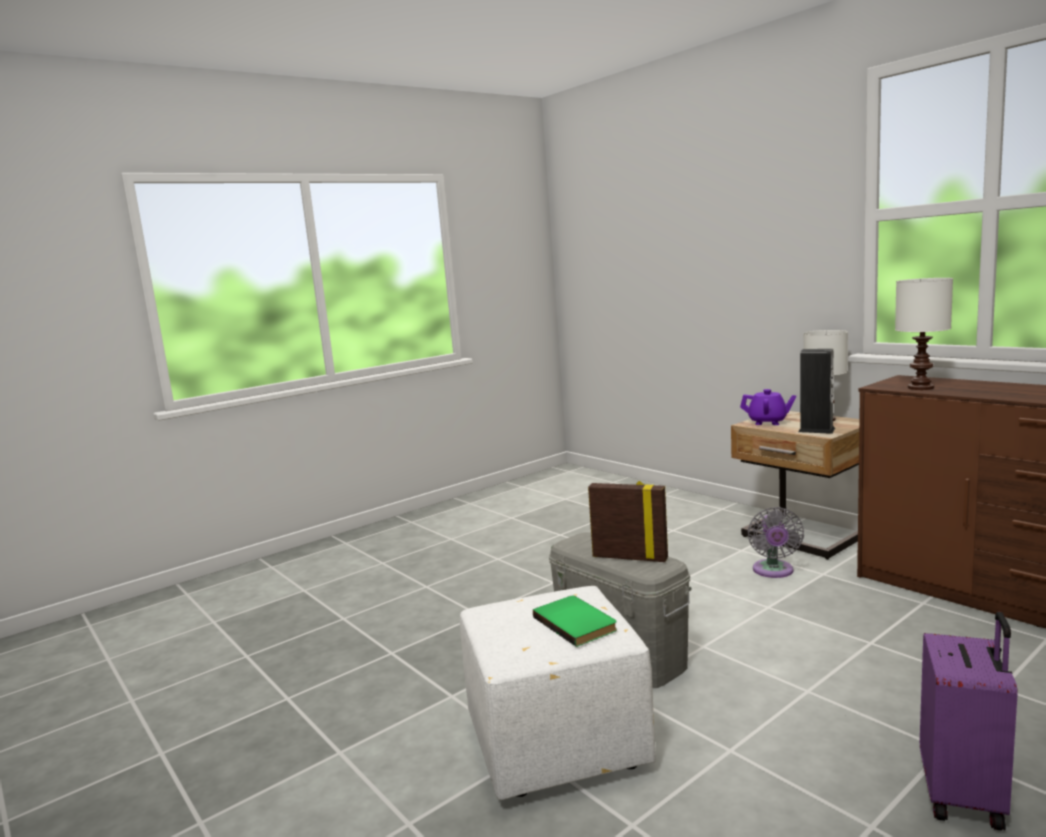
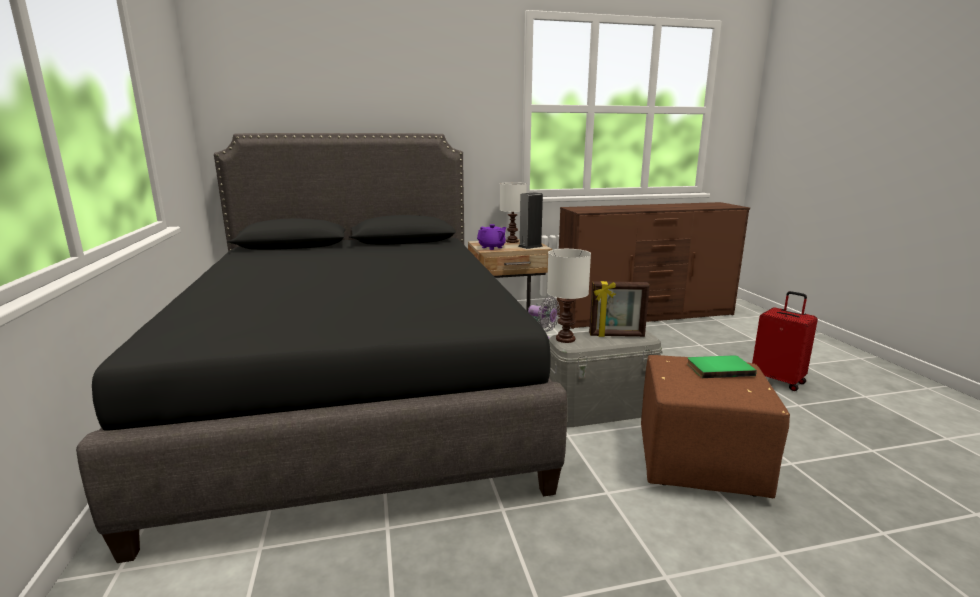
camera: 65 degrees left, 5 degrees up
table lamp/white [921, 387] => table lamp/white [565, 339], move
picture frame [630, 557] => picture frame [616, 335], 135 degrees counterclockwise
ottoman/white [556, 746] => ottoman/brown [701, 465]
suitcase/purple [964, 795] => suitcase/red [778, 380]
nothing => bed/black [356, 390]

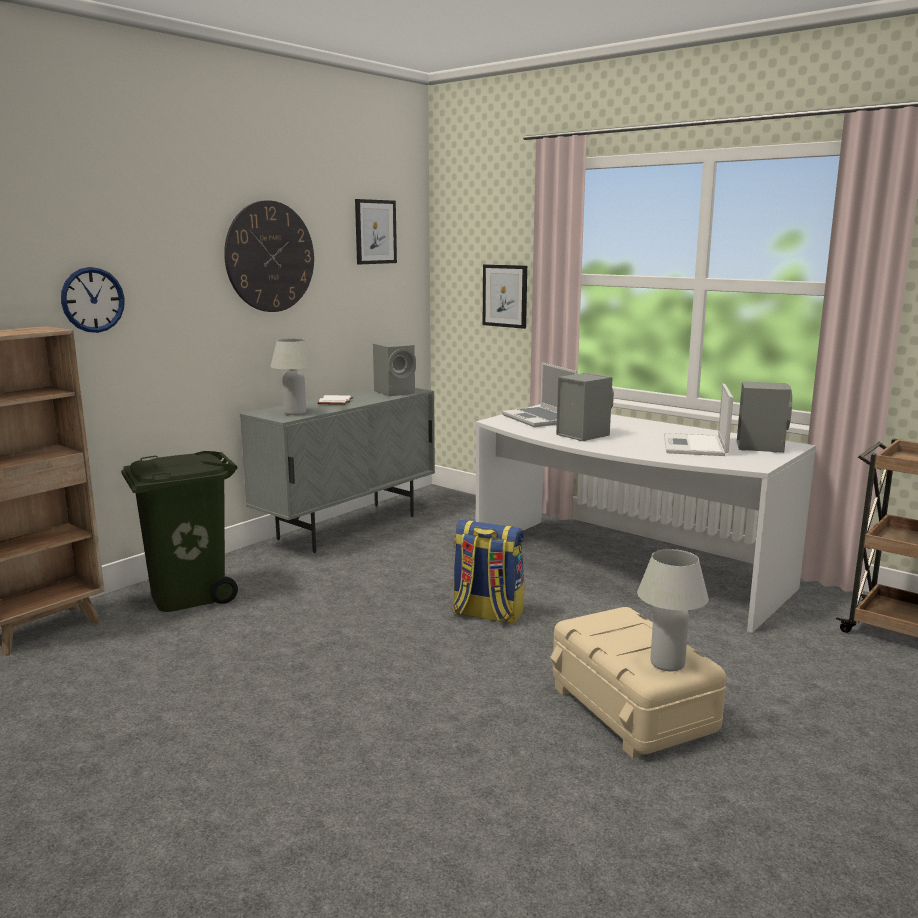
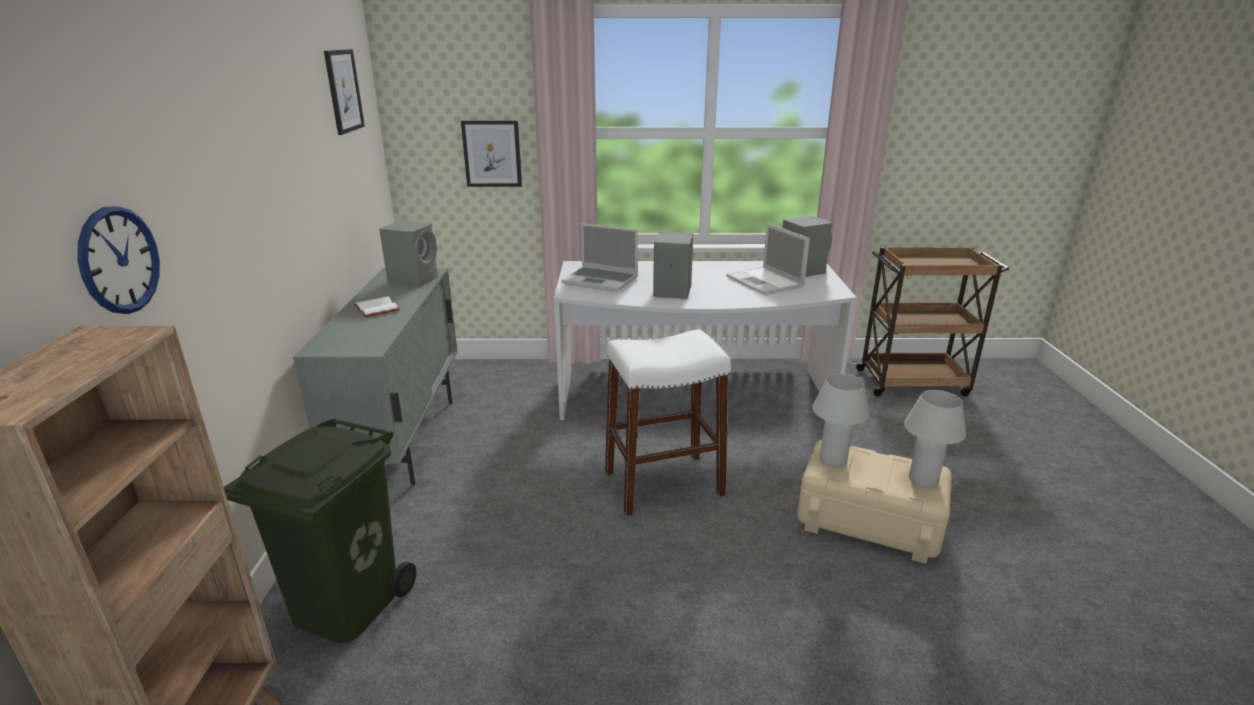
camera: 40 degrees left, 10 degrees up
wall clock [270, 257] => nothing
table lamp/white [295, 413] => table lamp/white [833, 461], move
backpack [487, 614] => stool/white [663, 483]

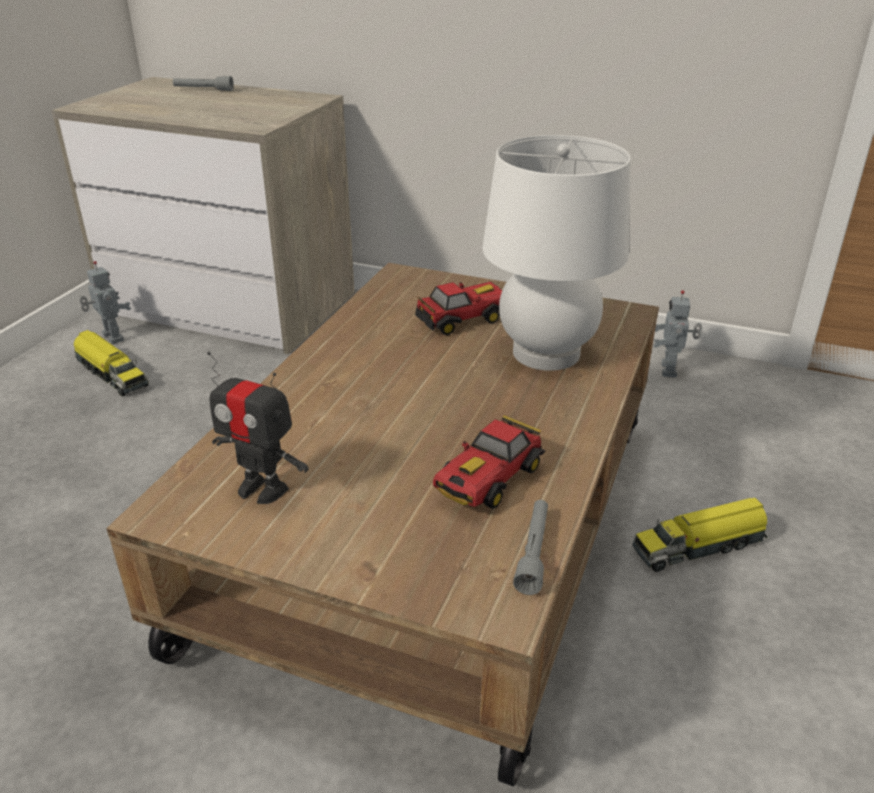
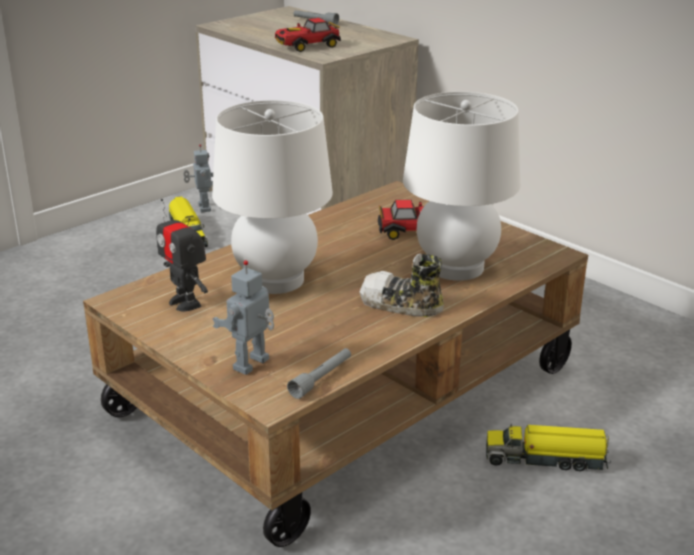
camera: 25 degrees right, 5 degrees down
toy robot [670, 370] => toy robot [253, 365], move
toy car [488, 480] => toy car [307, 46], move
nothing => table lamp/white [275, 280]
nothing => shoe [401, 304]

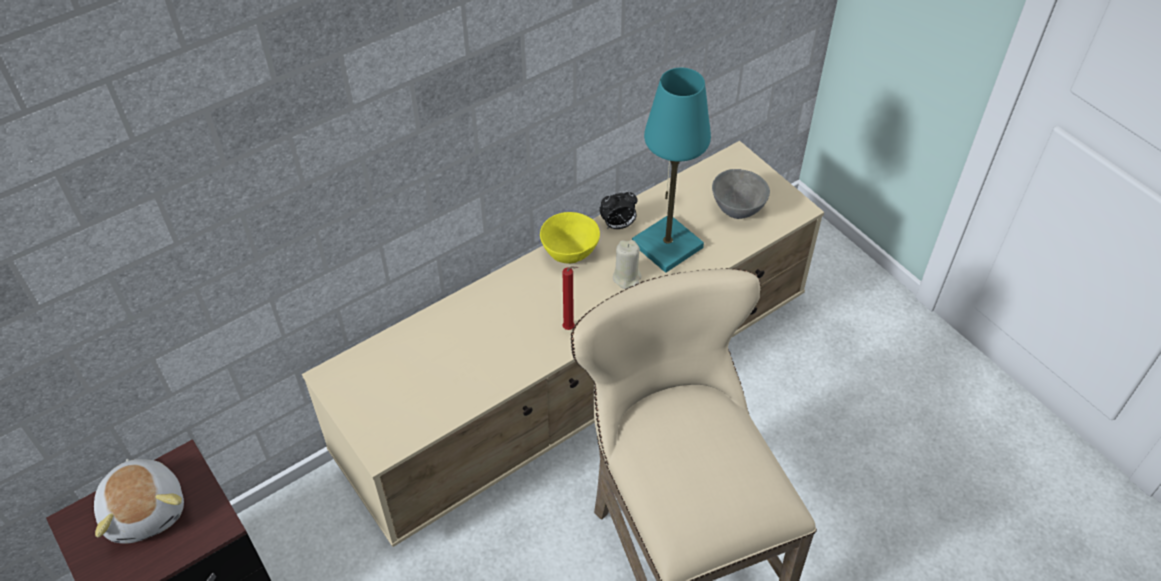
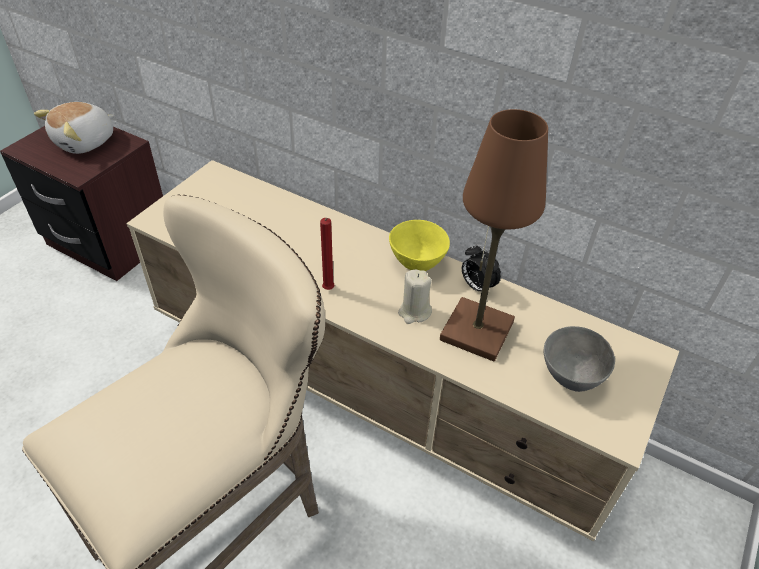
camera: 65 degrees right, 5 degrees down
table lamp/turquoise [667, 246] => table lamp/brown [476, 331]

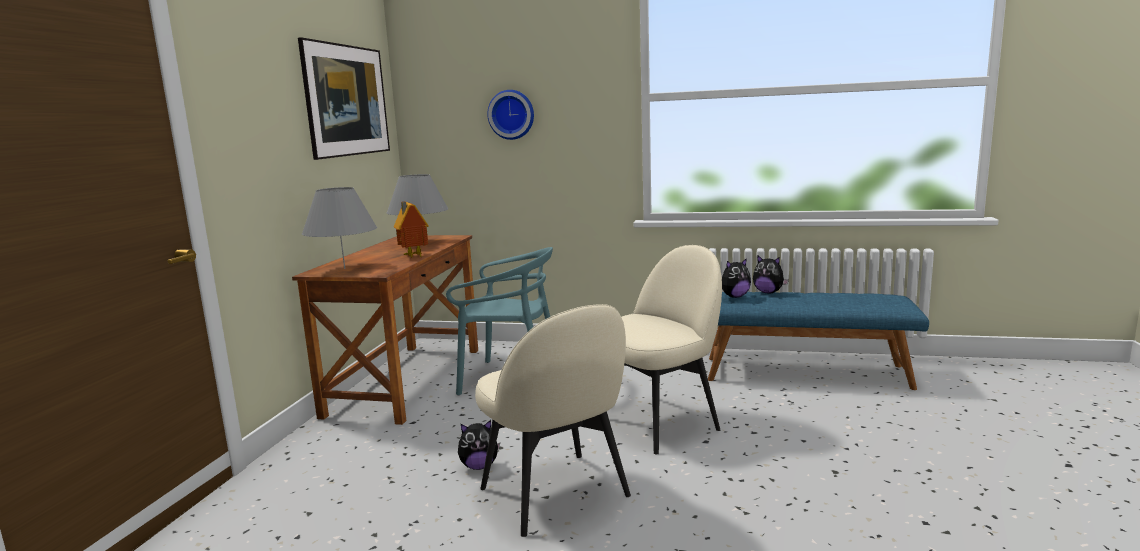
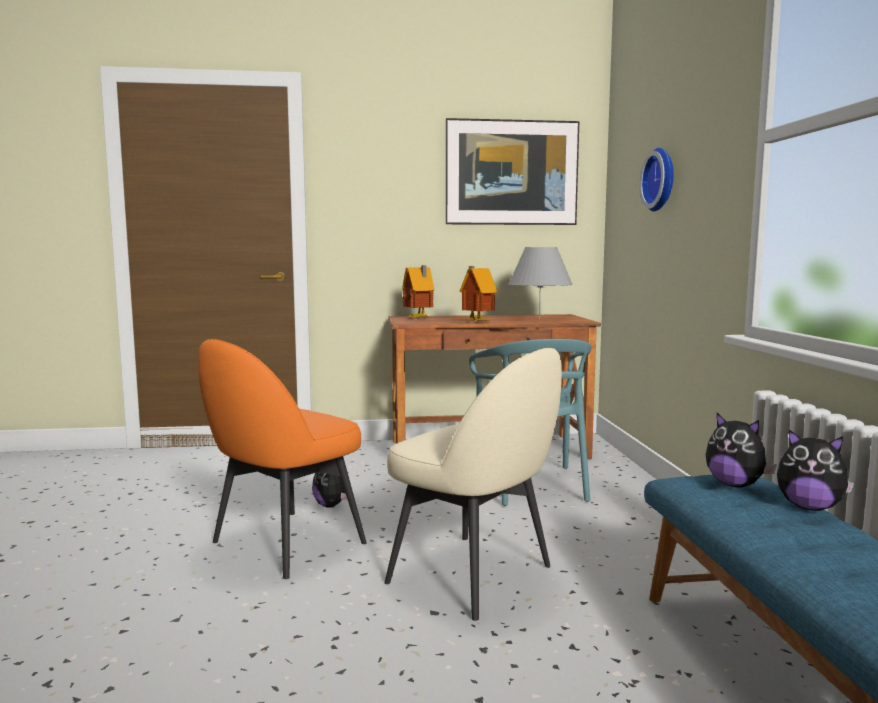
camera: 70 degrees right, 5 degrees down
table lamp/grey [344, 268] => toy house [419, 318]
plush toy [768, 292] => plush toy [809, 507], 75 degrees counterclockwise
chair/beige [556, 494] => chair/orange [285, 544]

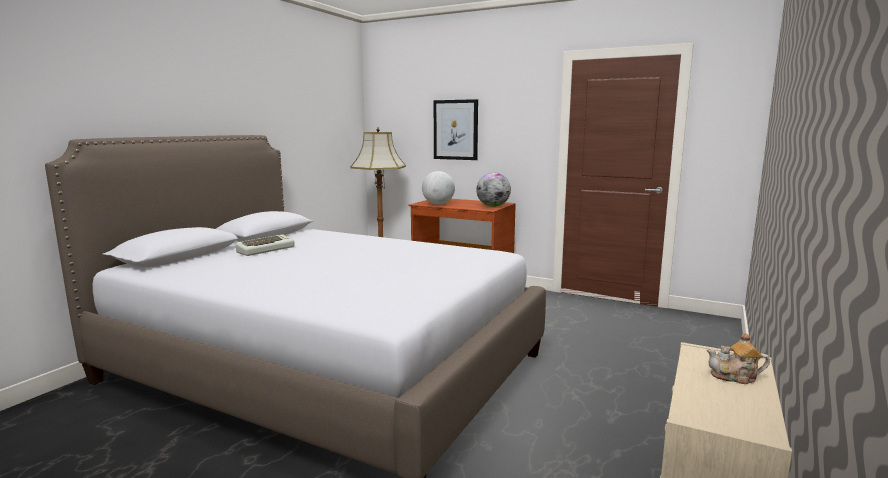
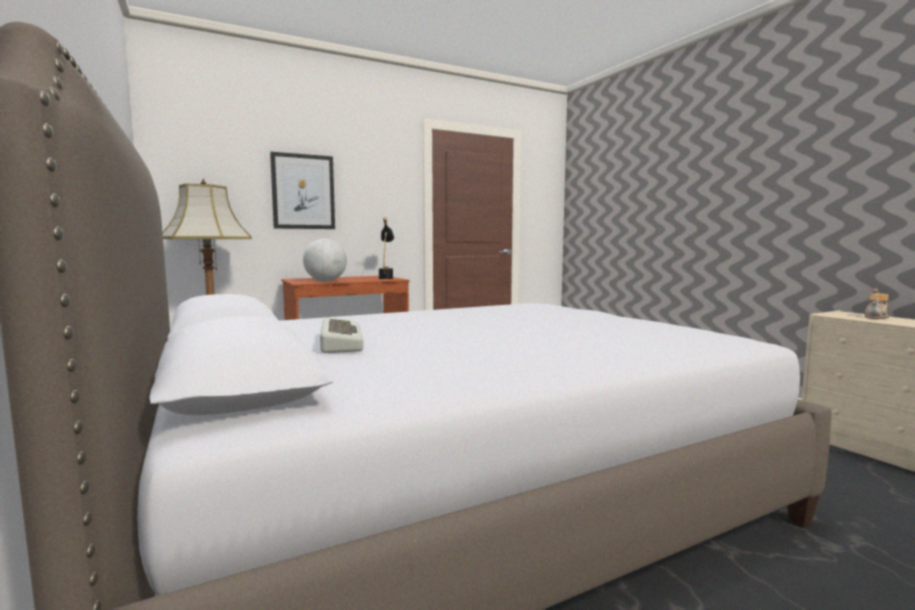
camera: 55 degrees left, 5 degrees down
globe [493, 206] => table lamp/black [386, 278]

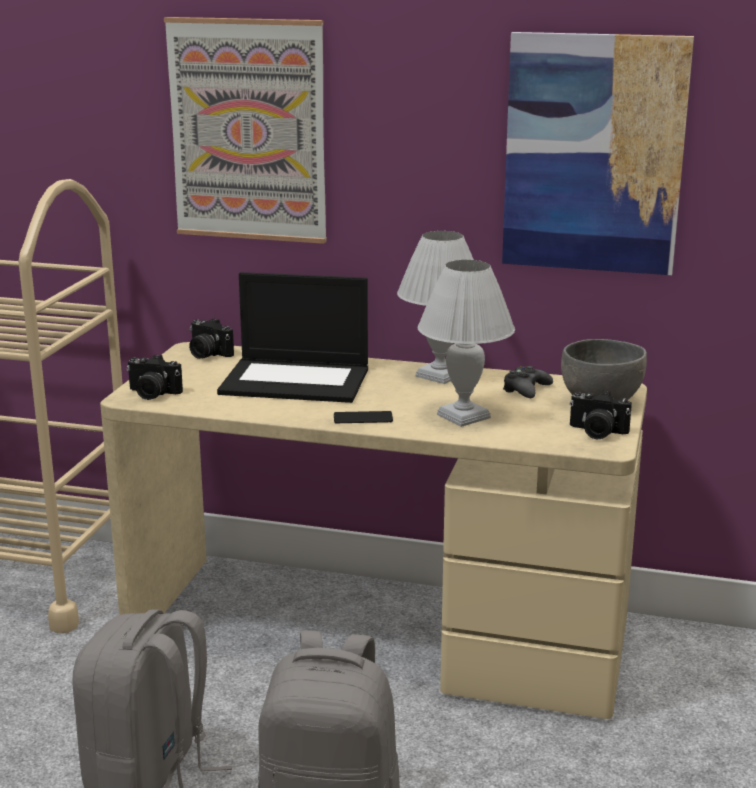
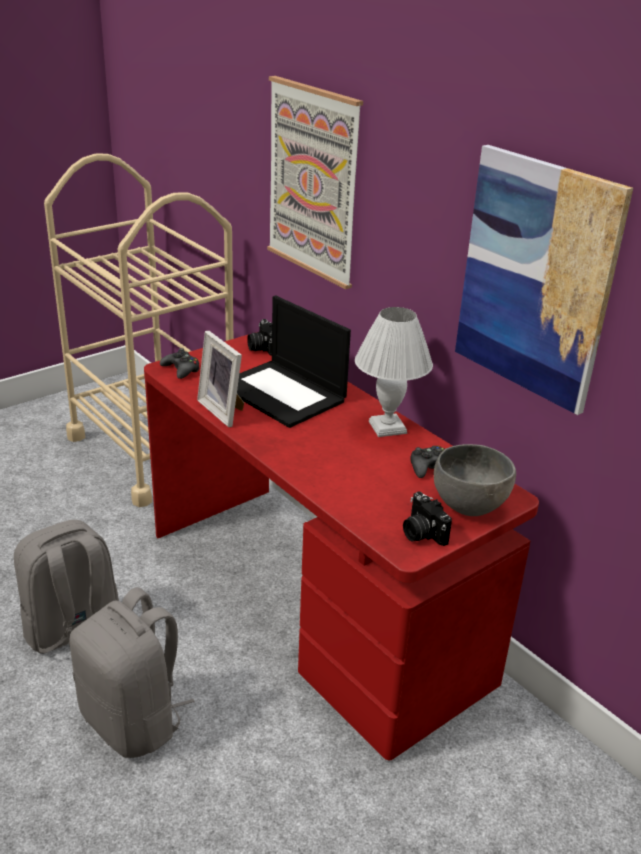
camera: 35 degrees right, 10 degrees up
table lamp/white [465, 416] => nothing
desk/beige [378, 632] => desk/red [313, 601]
photo camera [152, 394] => game controller/black [181, 370]
phone [363, 418] => nothing
nothing => picture frame [224, 410]

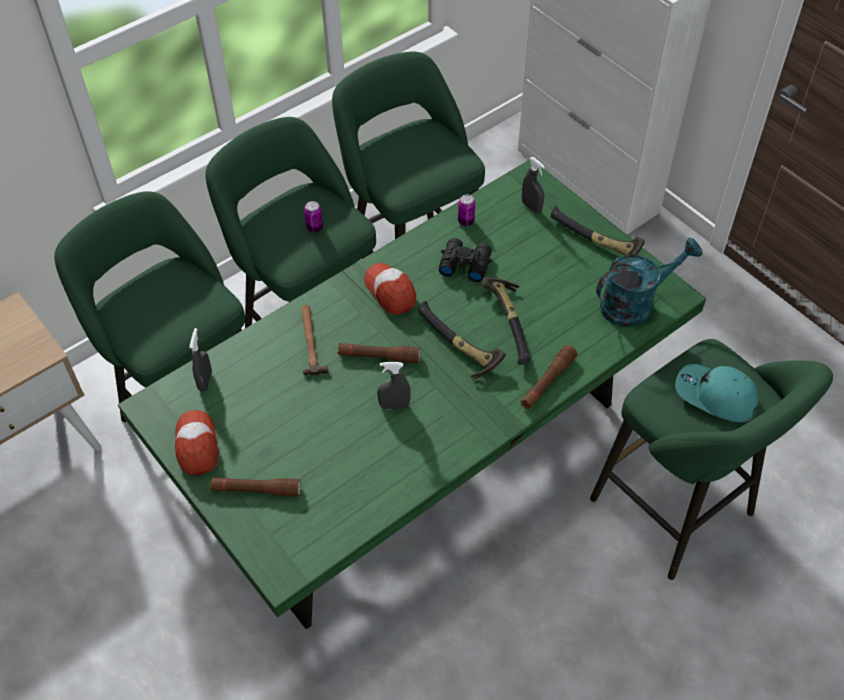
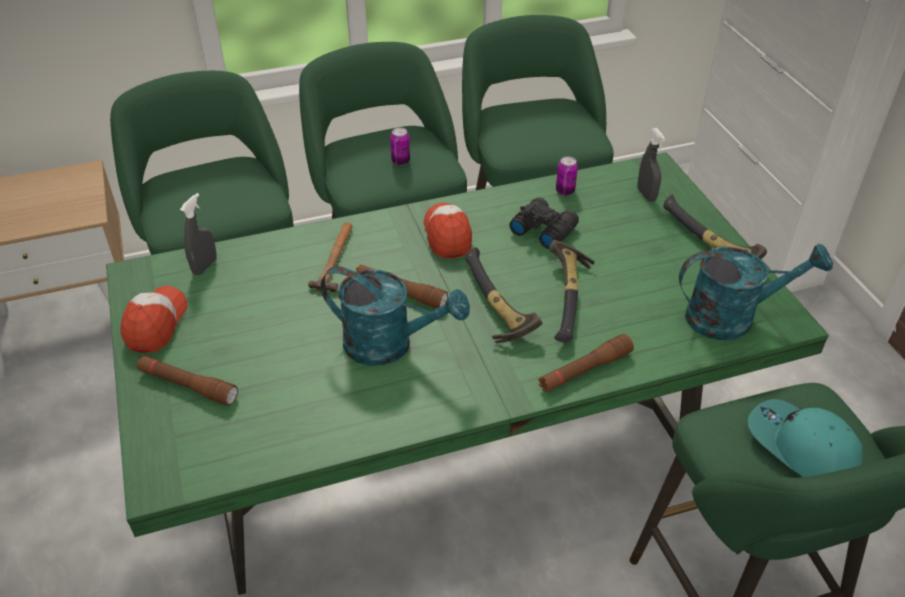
camera: 20 degrees right, 10 degrees down
spray bottle/grey [394, 406] => watering can/turquoise [390, 345]

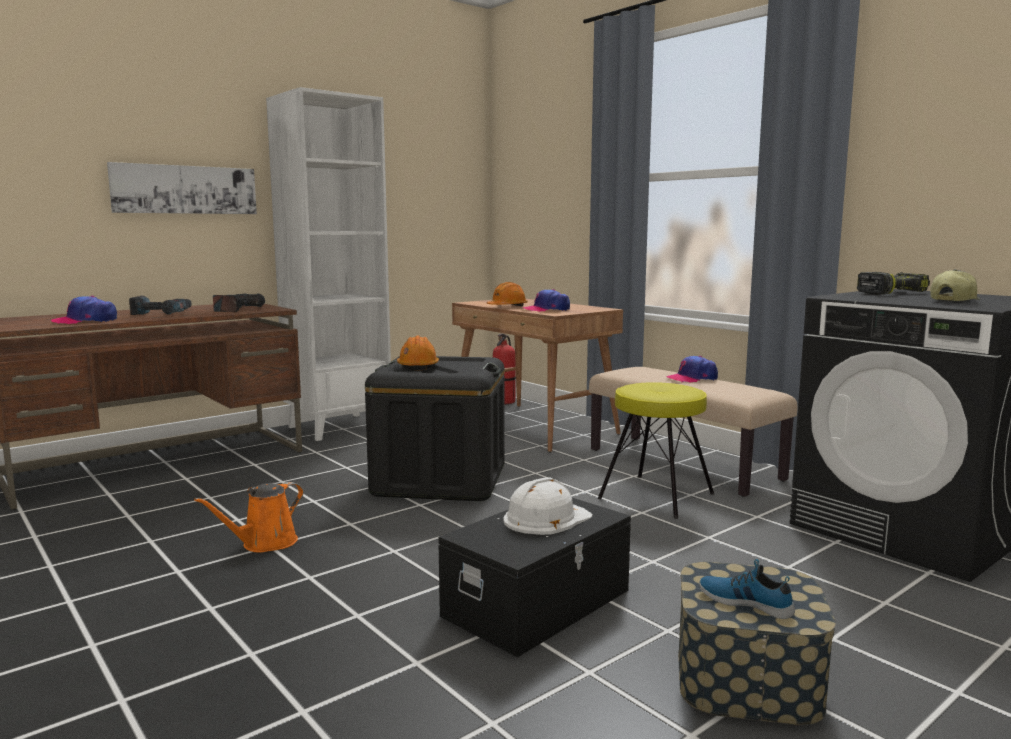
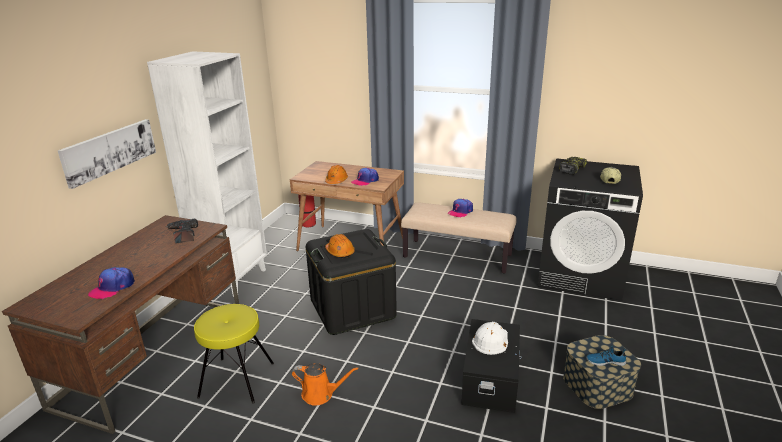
camera: 30 degrees left, 15 degrees up
power drill [161, 313] => nothing
stool/yellow [656, 496] => stool/yellow [237, 380], move
watering can/orange [265, 544] => watering can/orange [320, 394], 90 degrees counterclockwise

